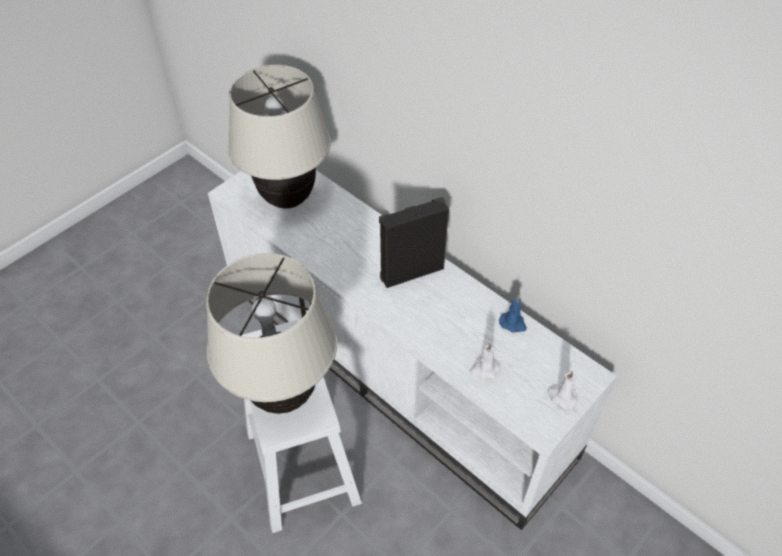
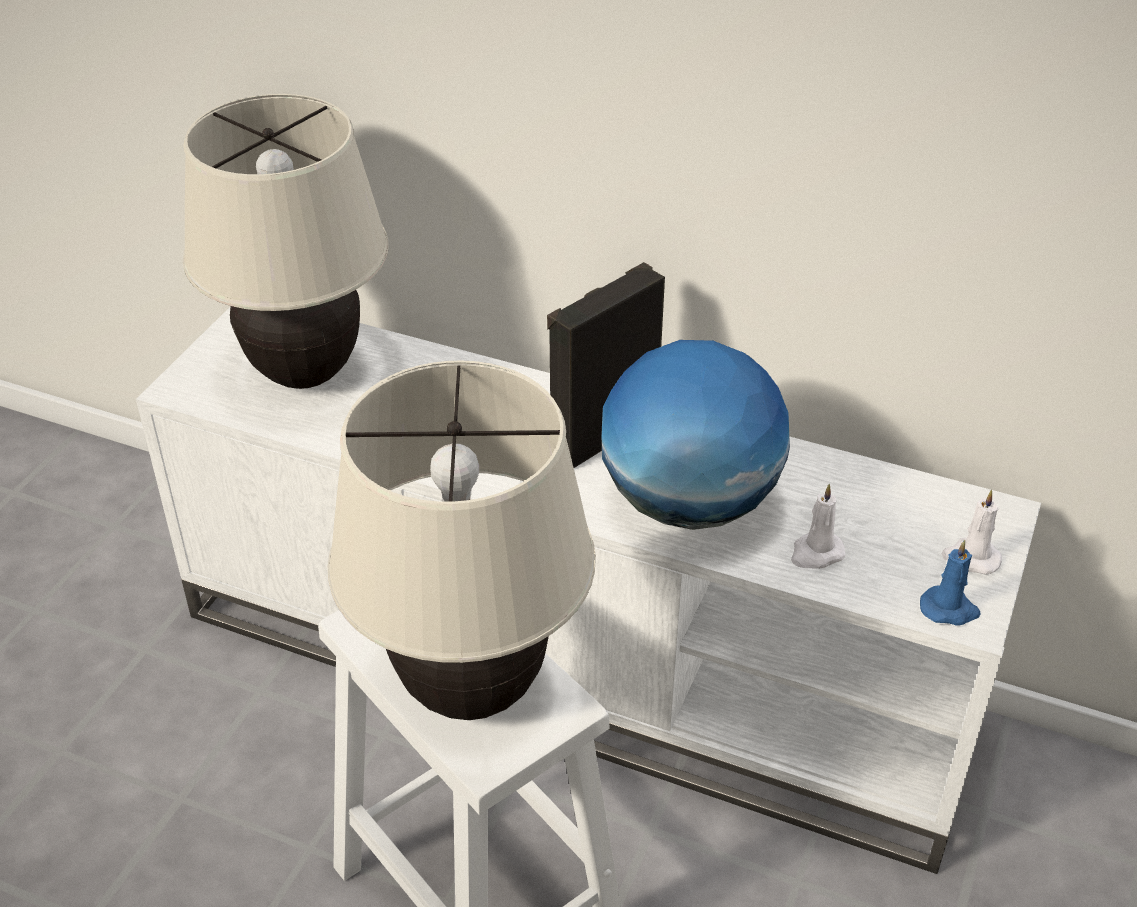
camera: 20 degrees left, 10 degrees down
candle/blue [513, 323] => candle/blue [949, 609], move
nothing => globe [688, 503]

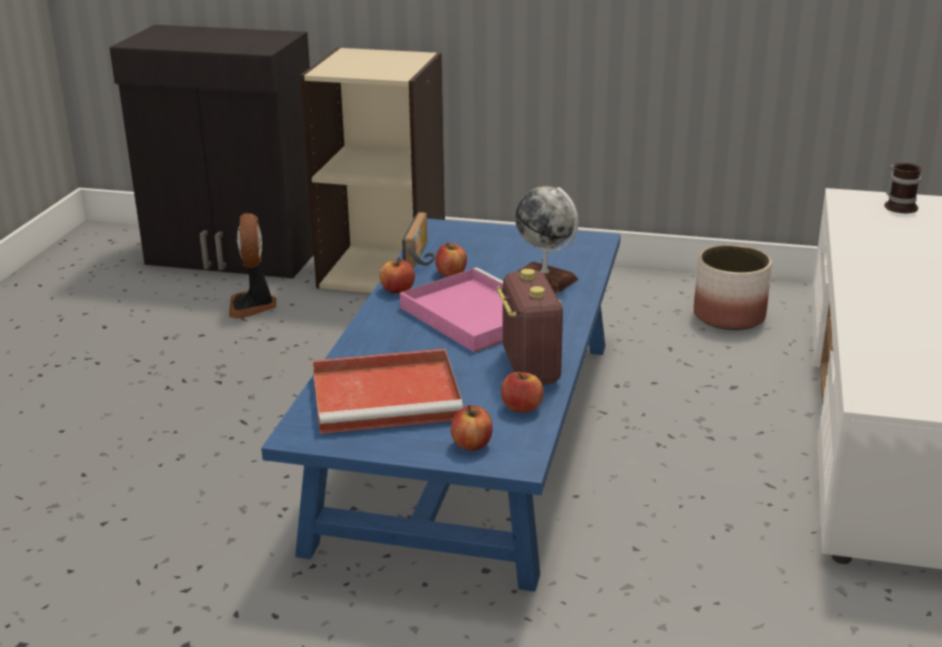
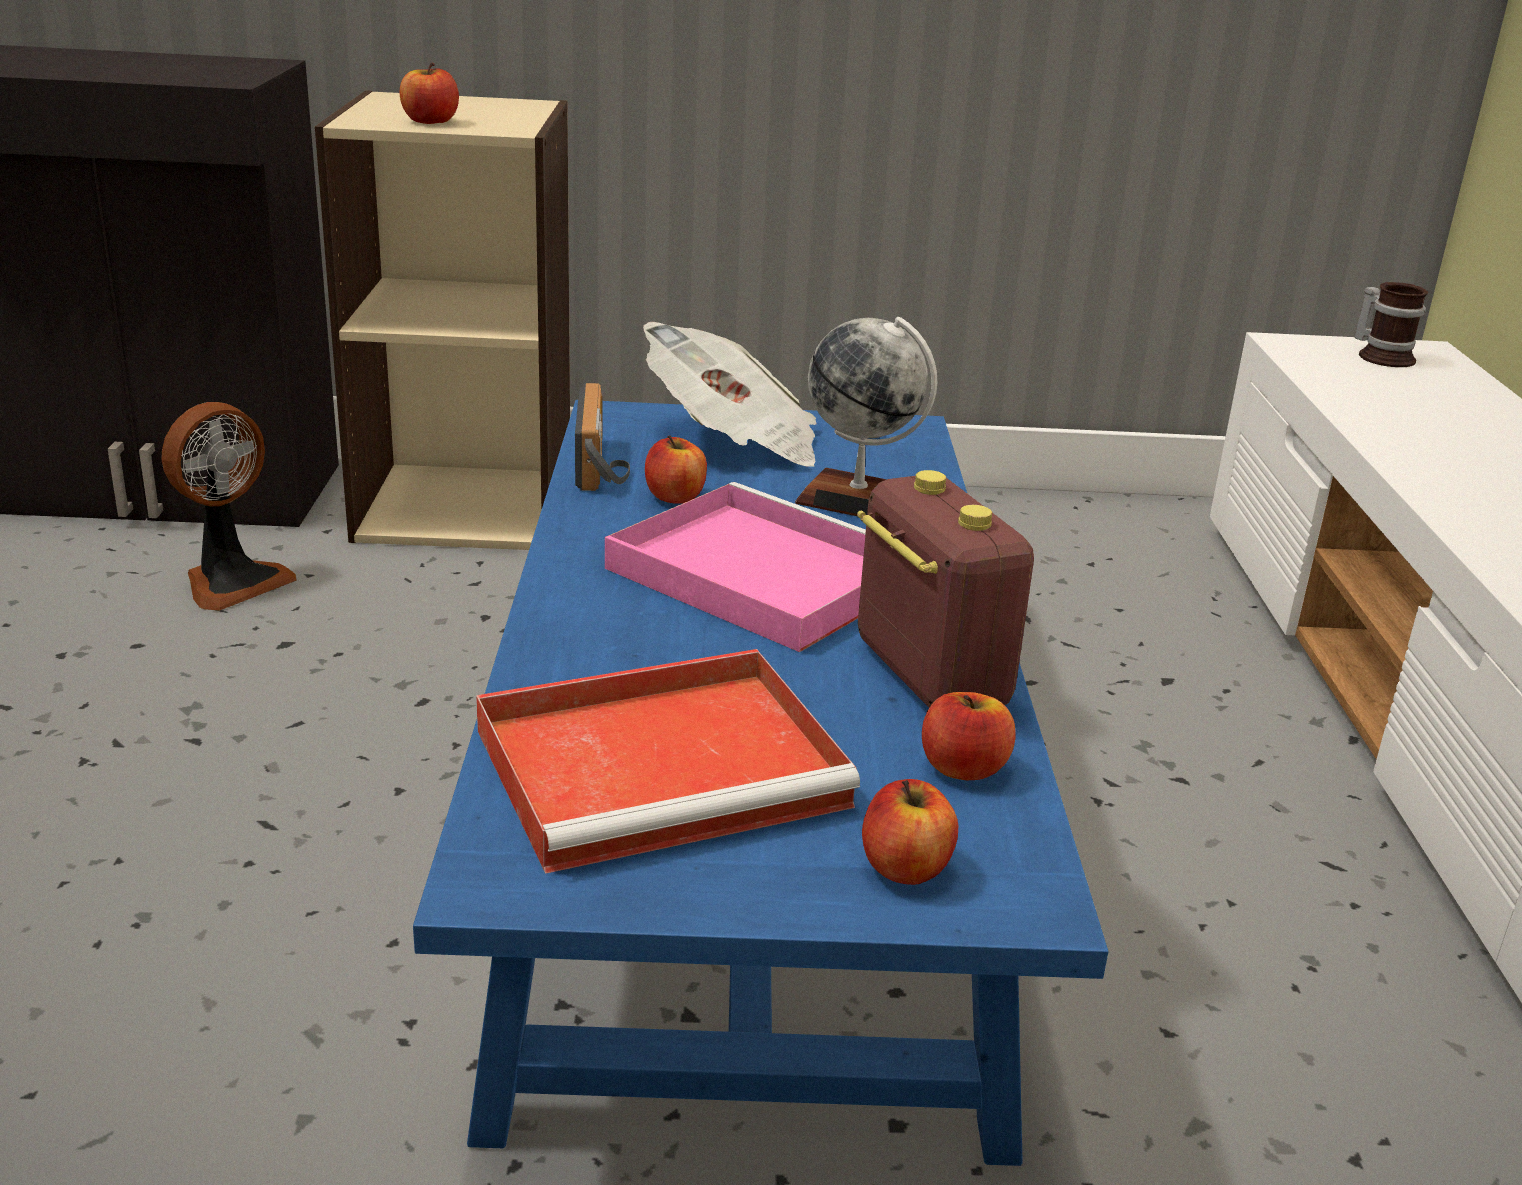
camera: 15 degrees left, 0 degrees up
fan [253, 306] => fan [232, 582], 120 degrees counterclockwise
planter [728, 316] => nothing
apple [397, 290] => apple [430, 121], move
nothing => newspaper [734, 442]

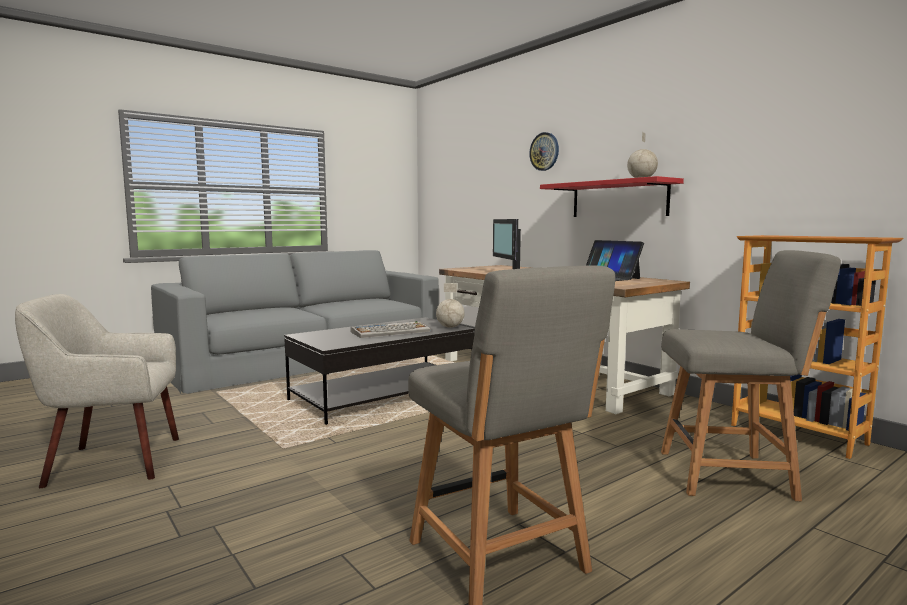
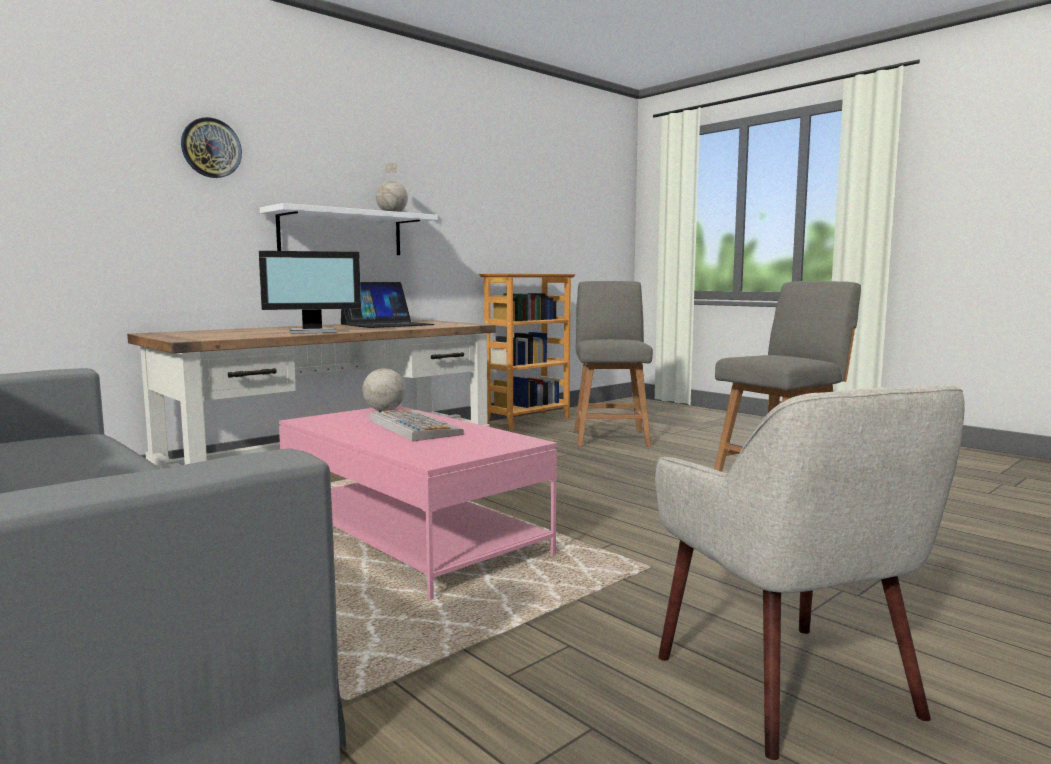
camera: 95 degrees left, 0 degrees up
shelf/red [618, 199] => shelf/white [341, 233]
coffee table/black [383, 395] => coffee table/pink [409, 536]

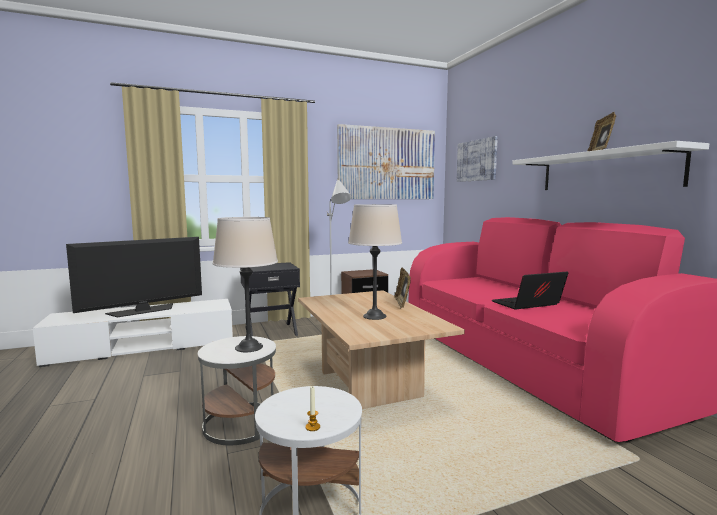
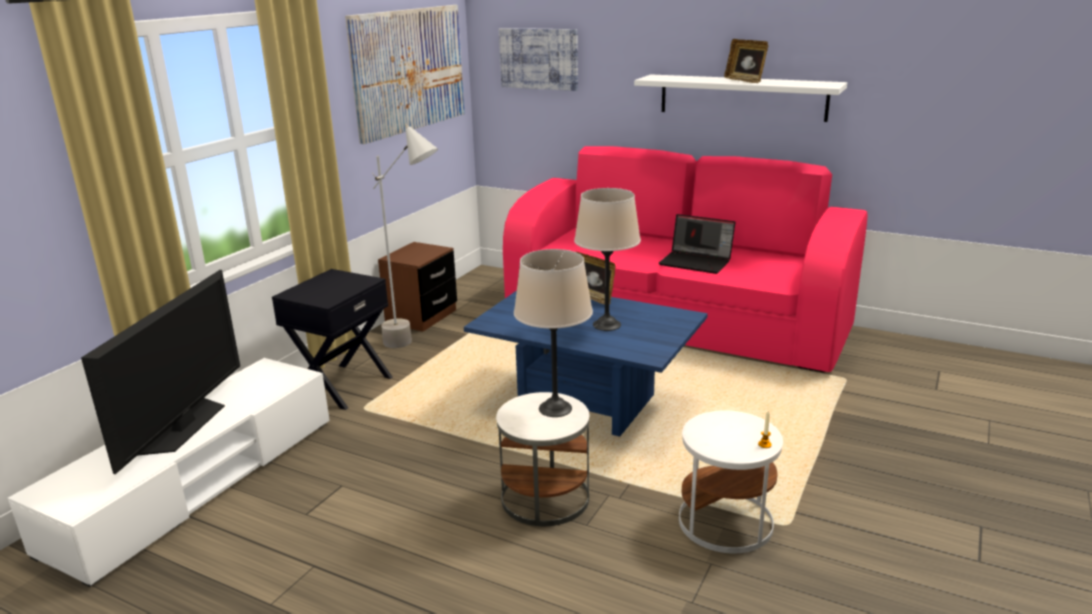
camera: 40 degrees left, 15 degrees up
laptop [527, 305] => laptop [697, 262], 90 degrees counterclockwise
coffee table/beige [369, 384] => coffee table/blue [587, 403]

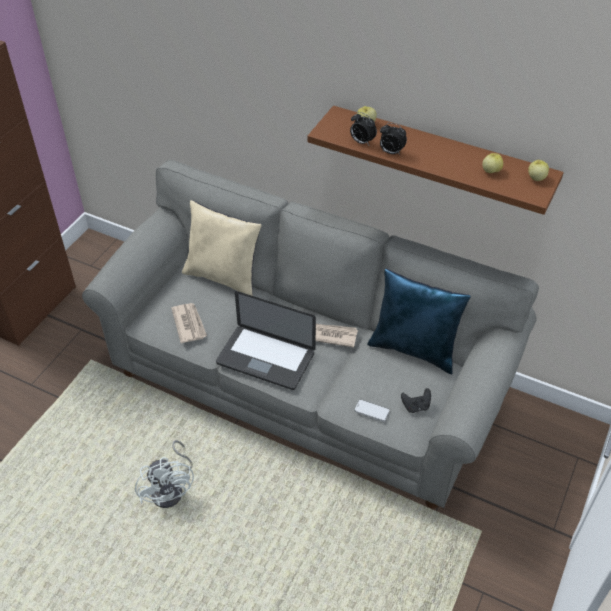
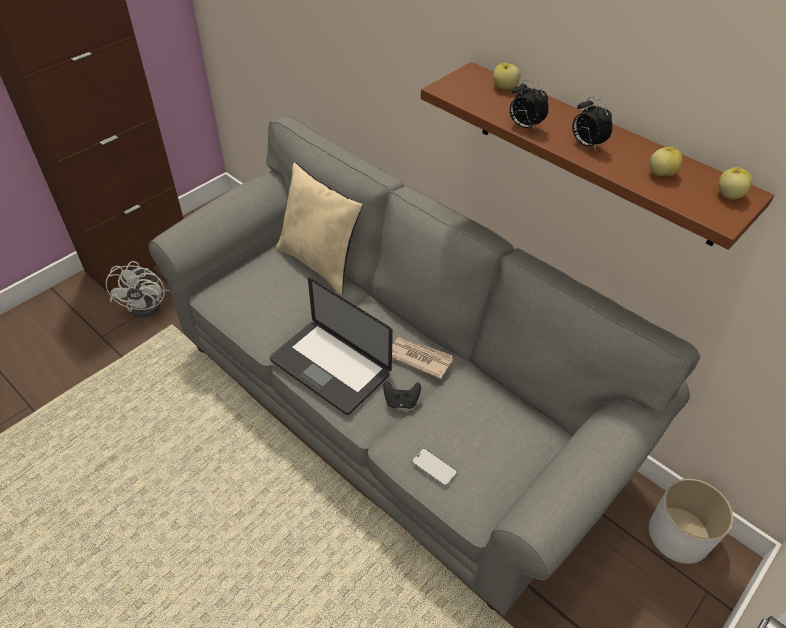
camera: 15 degrees right, 0 degrees up
alarm clock [361, 142] => alarm clock [586, 144], move
pillow/blue [414, 349] => nothing
newspaper [189, 324] => nothing
game controller/black [416, 406] => game controller/black [401, 401], move
fan/white [171, 489] => fan/white [152, 304], move
nothing => planter/white [679, 534]

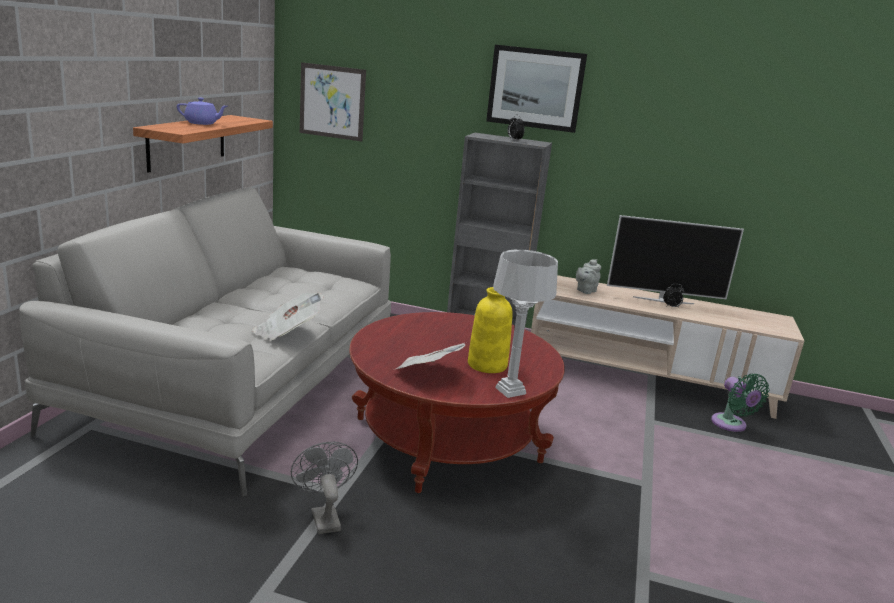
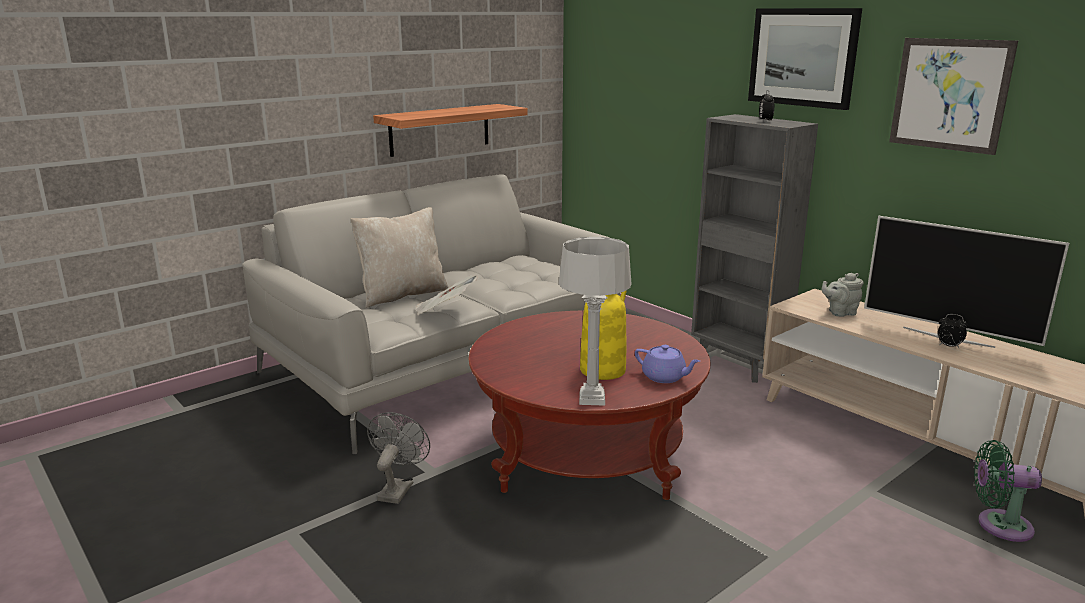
camera: 35 degrees right, 0 degrees up
picture [332, 102] => picture [949, 94], move
teapot/purple [202, 123] => teapot/purple [664, 377], move
newspaper [428, 373] => nothing
fan/green [731, 425] => fan/green [998, 525], 90 degrees clockwise
nothing => pillow/beige [402, 295]

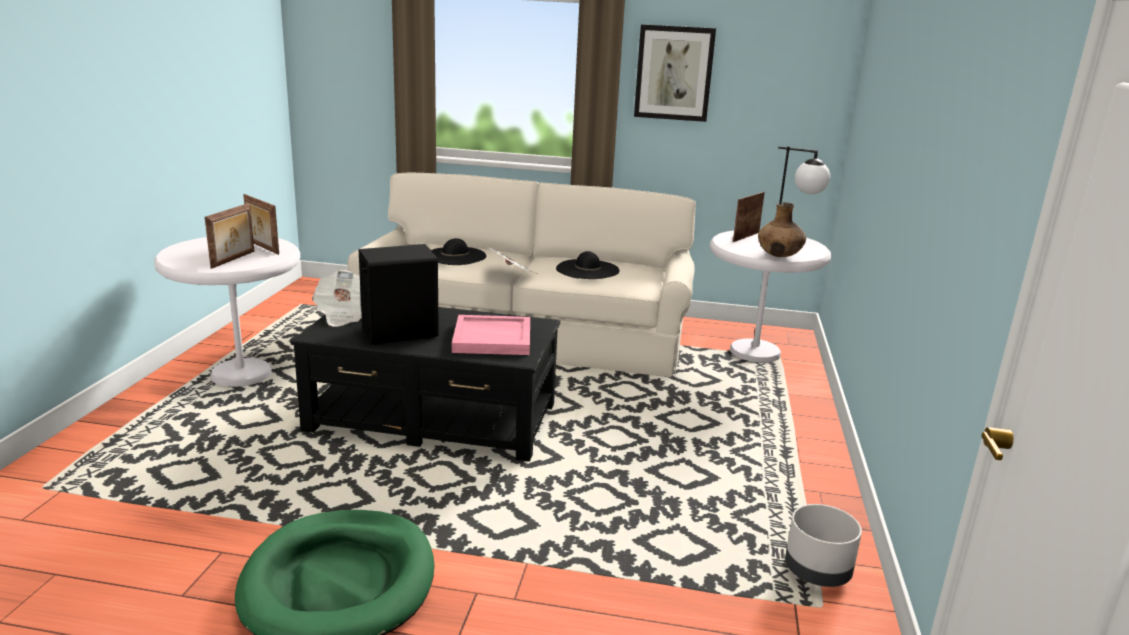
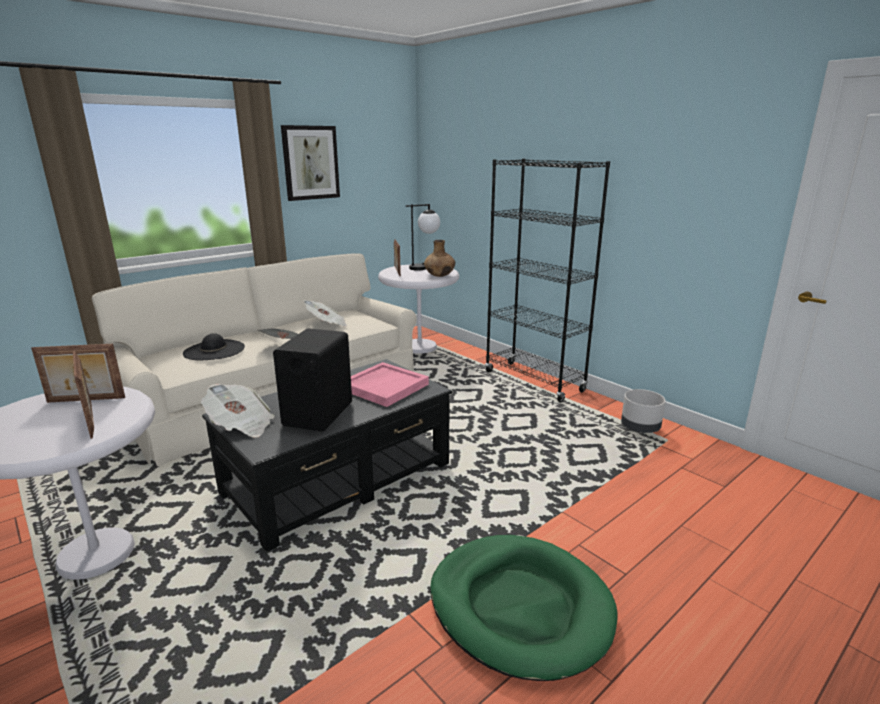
camera: 50 degrees left, 0 degrees up
hat/black [587, 269] => newspaper [327, 324]
nothing => bookcase/black [534, 381]

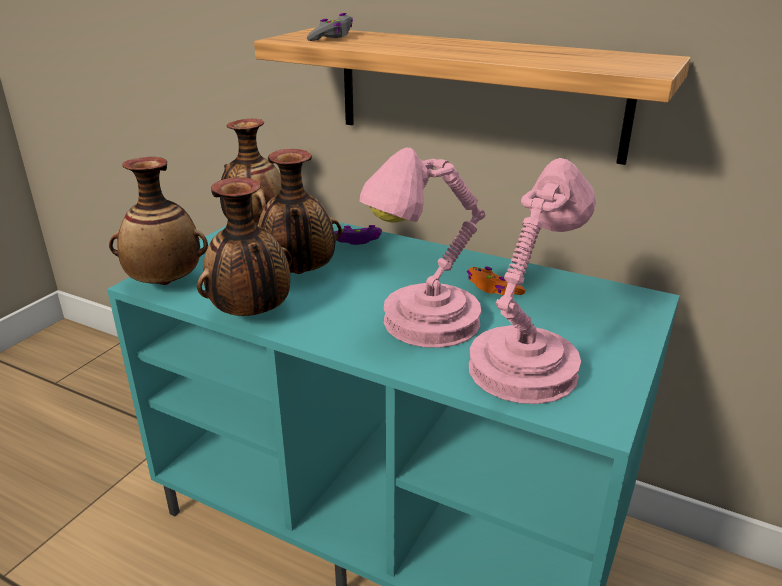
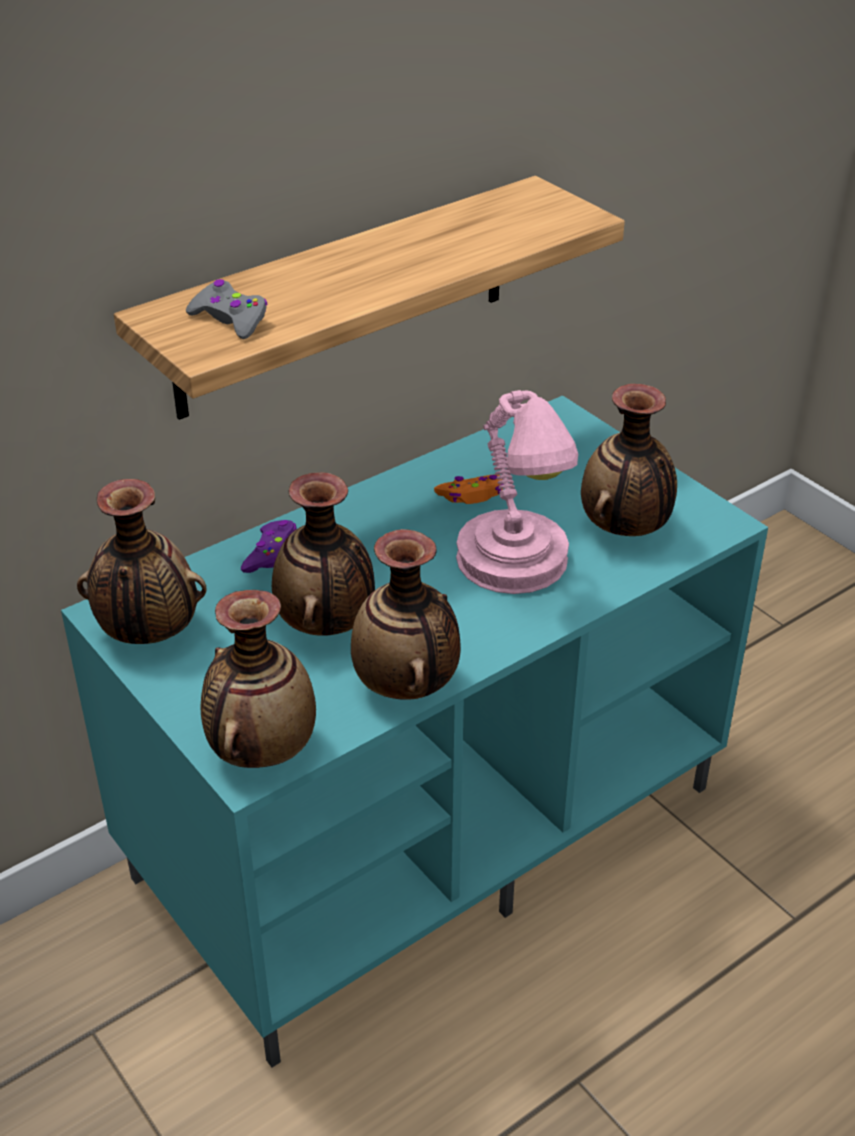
camera: 65 degrees left, 10 degrees up
table lamp/pink [525, 365] => vase [625, 529]

